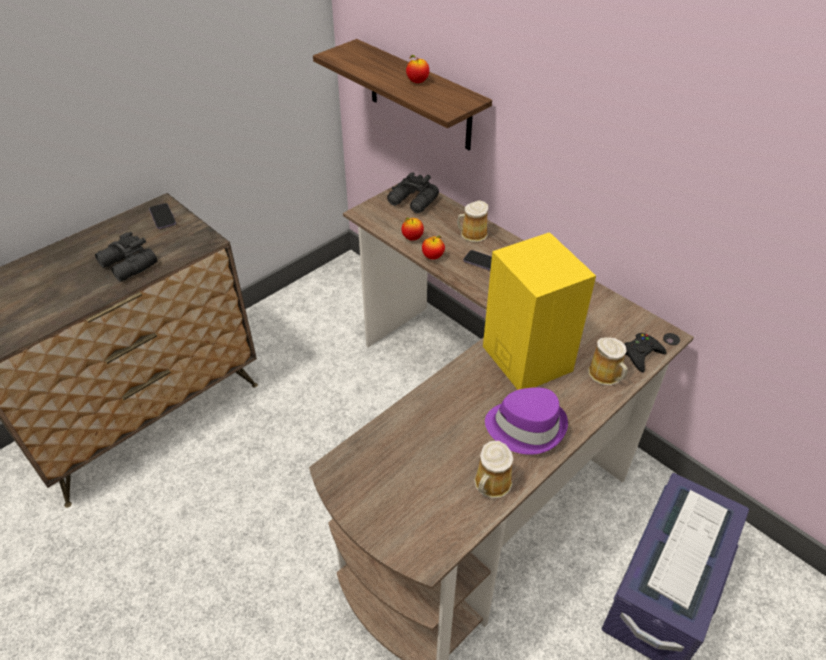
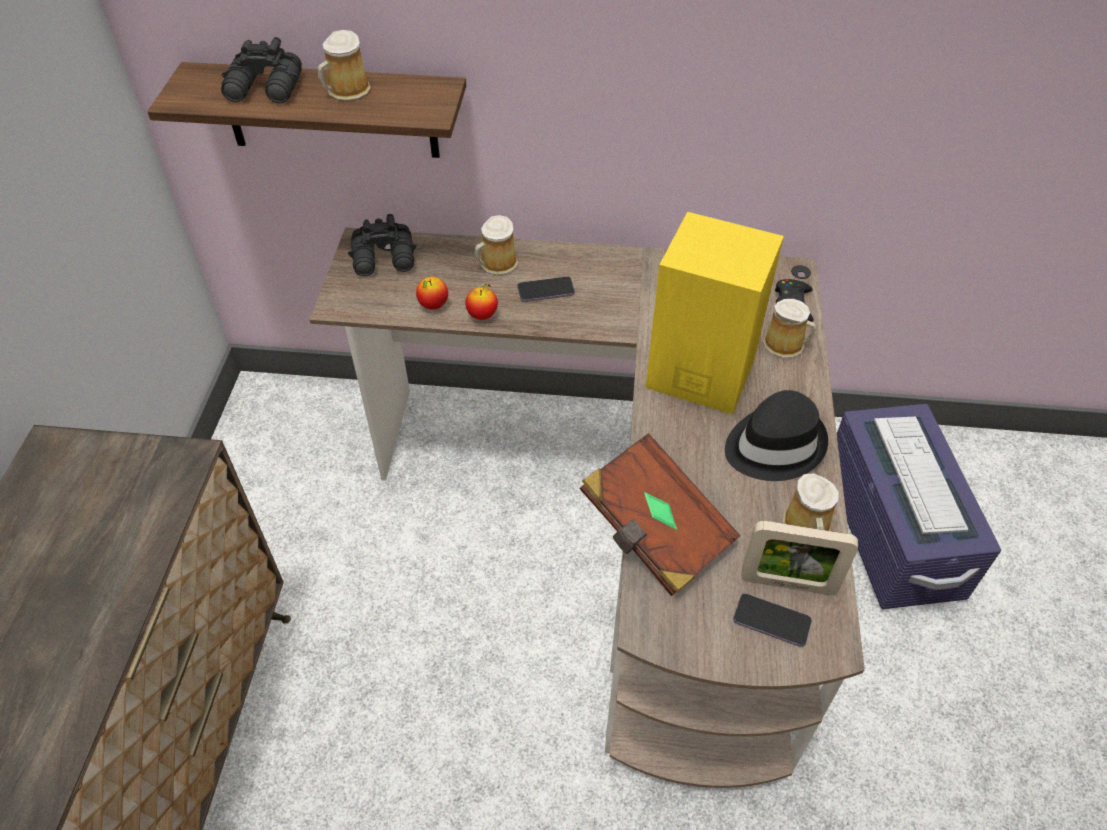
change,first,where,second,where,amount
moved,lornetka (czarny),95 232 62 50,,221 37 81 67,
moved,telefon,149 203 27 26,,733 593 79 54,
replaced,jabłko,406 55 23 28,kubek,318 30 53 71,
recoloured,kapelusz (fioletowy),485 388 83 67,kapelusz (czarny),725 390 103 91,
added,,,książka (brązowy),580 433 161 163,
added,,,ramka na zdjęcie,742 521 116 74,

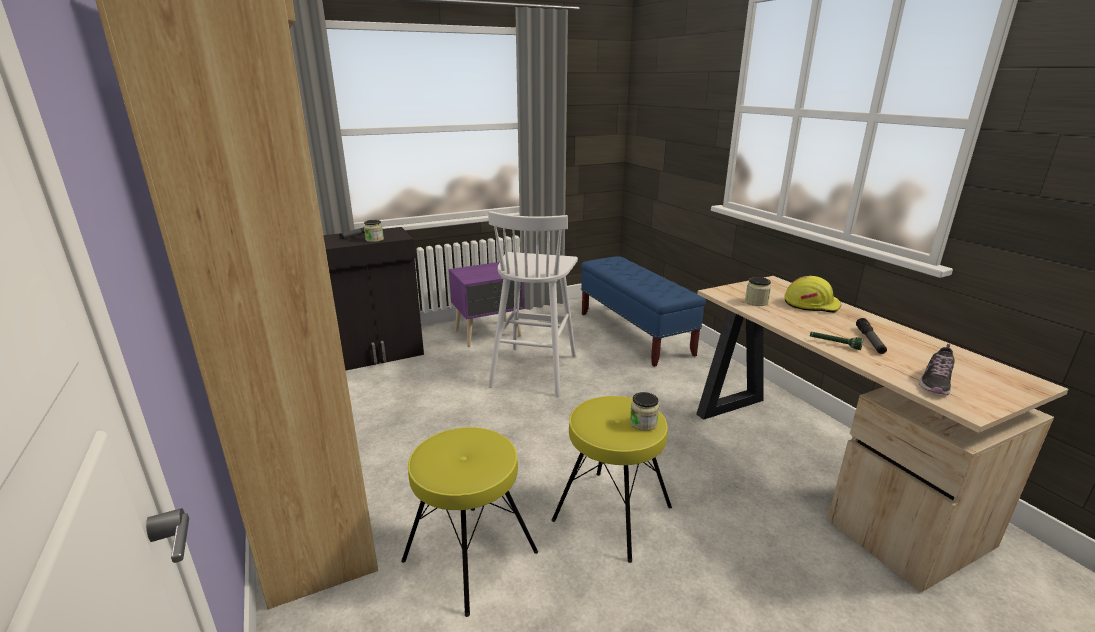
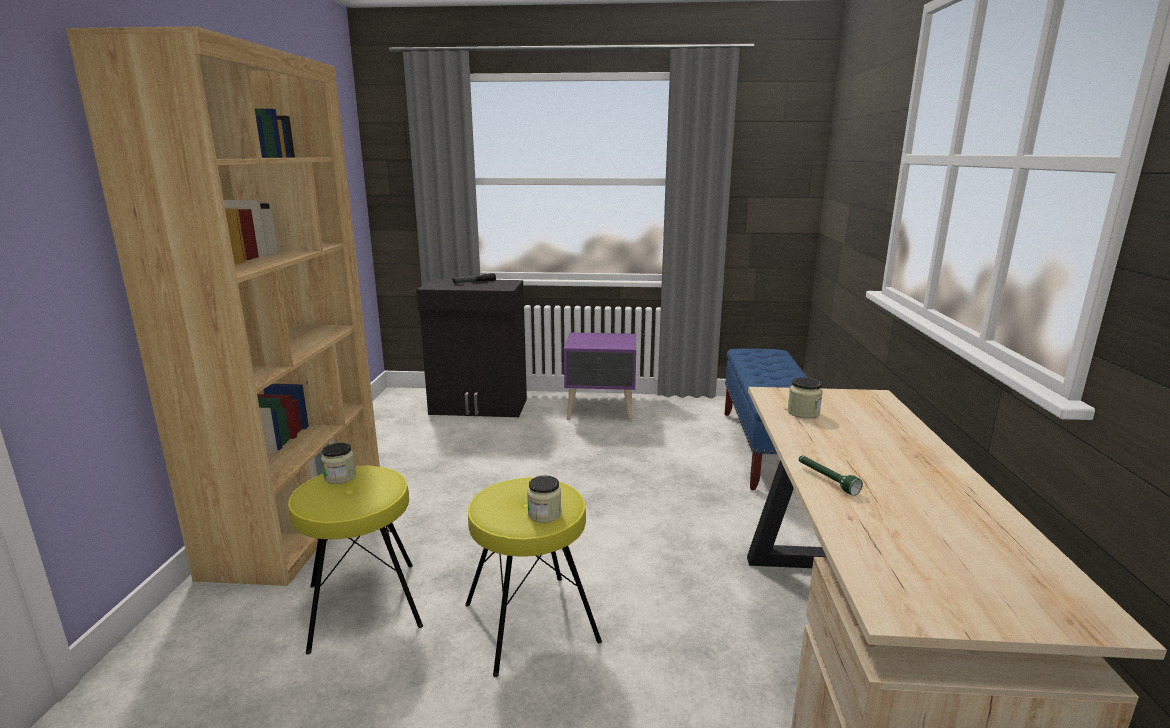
change,first,where,second,where,amount
moved,słoik,364 220 20 22,,321 443 35 41,
removed,stołek (biały),488 211 90 185,,,
removed,kask (żółty),785 276 56 37,,,
removed,latarka,856 318 31 36,,,
removed,but,919 344 36 51,,,

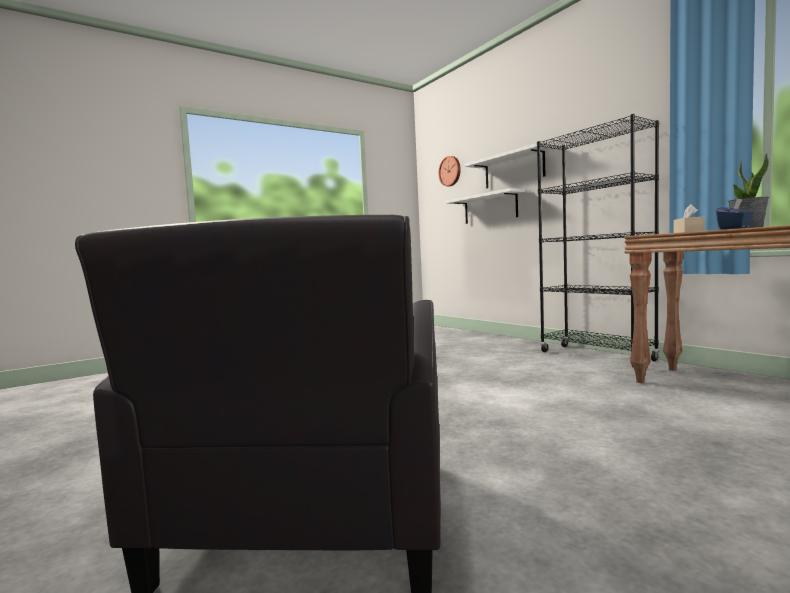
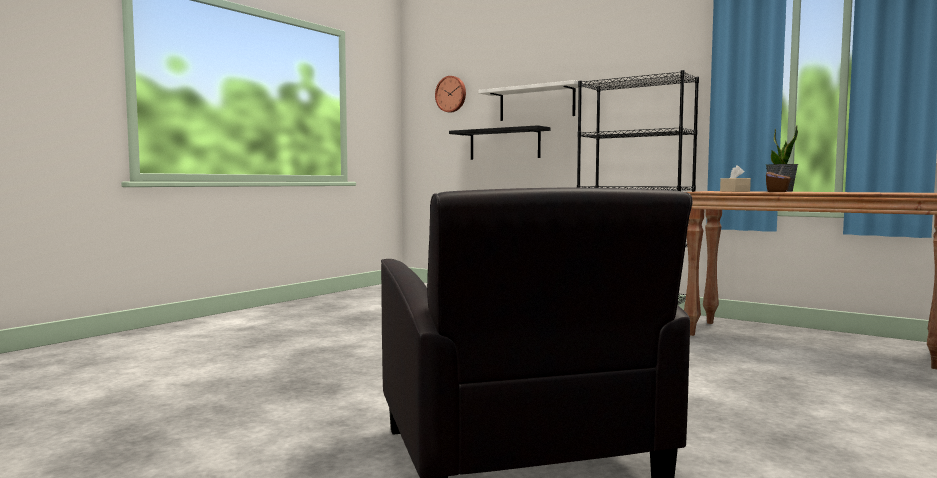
change,first,where,second,where,amount
recoloured,półka (biały),445 188 80 36,półka (czarny),449 125 102 35,
recoloured,pudełko chusteczek (niebieski),716 198 37 32,pudełko chusteczek (brązowy),766 166 25 26,

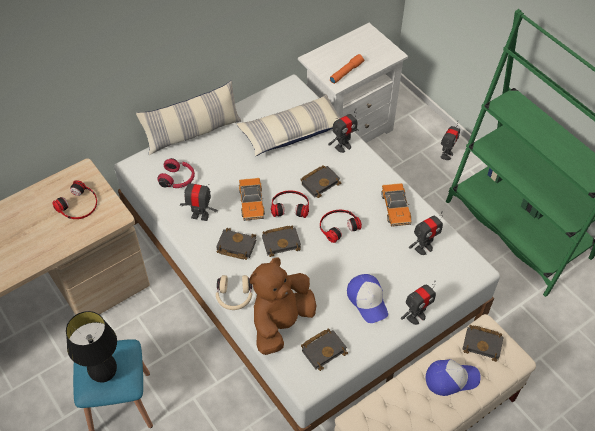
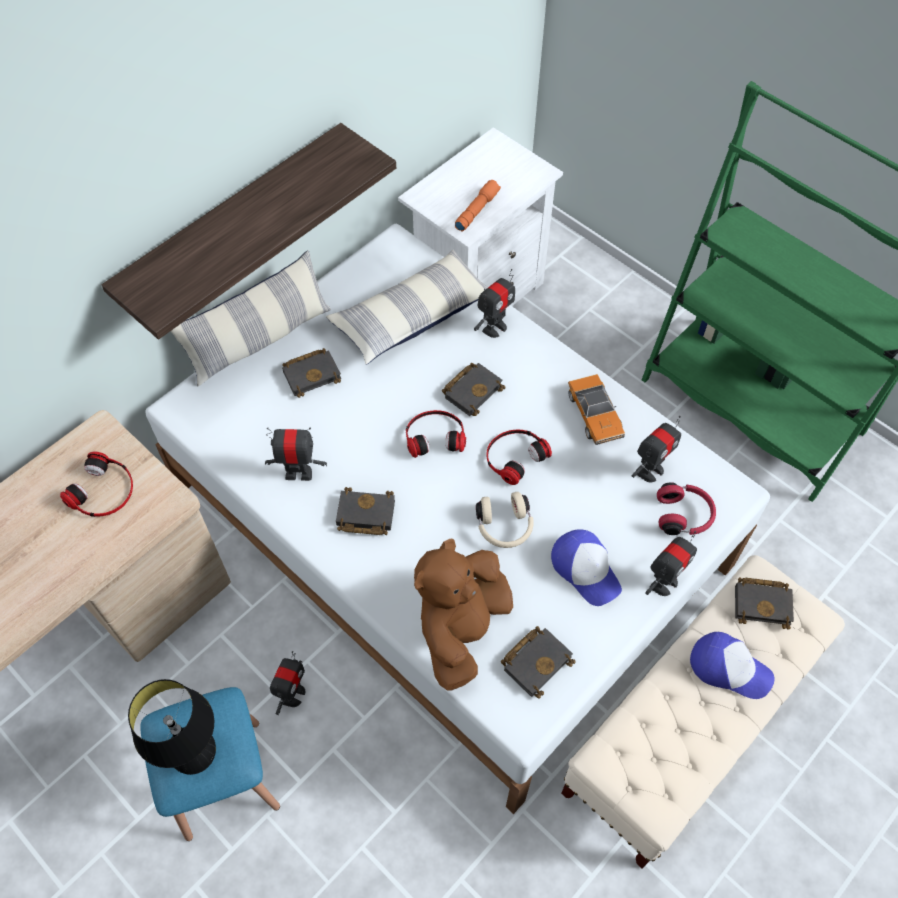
change,first,where,second,where,amount
moved,słuchawki (czerwony),157 158 38 30,,657 482 59 53,
moved,słuchawki (beżowy),216 275 36 35,,476 492 58 56,
removed,samochodzik,239 178 26 43,,,
moved,książka (czarny),262 225 39 32,,282 348 59 50,
turned,czapka z daszkiem,426 359 55 37,,690 632 85 67,45 degrees clockwise
moved,robot zabawkowy,441 120 19 40,,270 651 35 64,
added,,,półka,101 123 295 217,

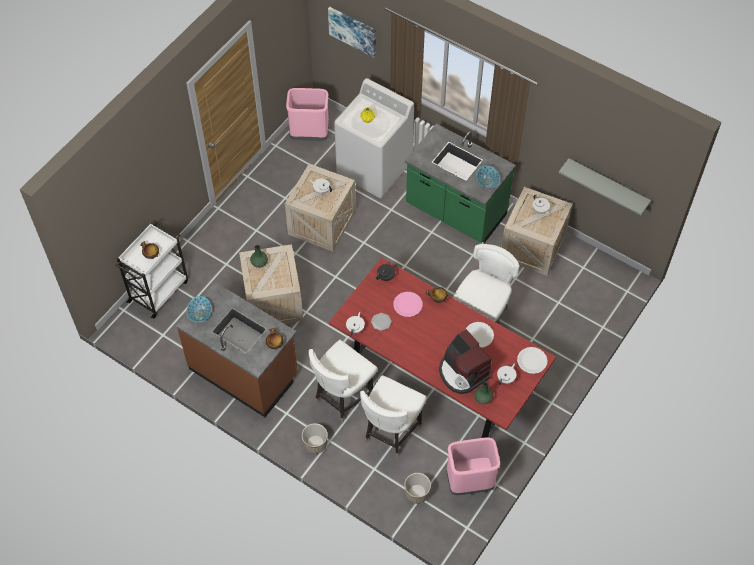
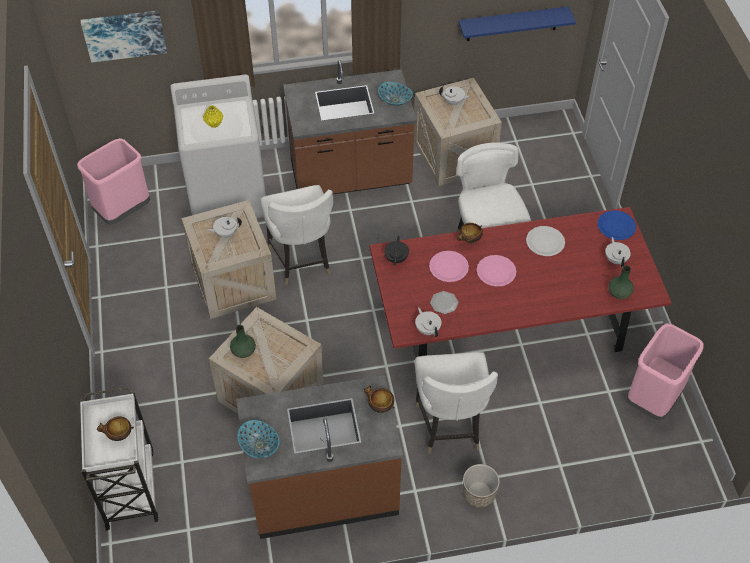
change,first,where,second,where,amount
moved,krzesło (biały),360 375 67 82,,260 185 73 100,
removed,donica,404 473 27 31,,,
recoloured,zabudowa kuchenna (zielony),405 124 111 119,zabudowa kuchenna (brązowy),283 60 134 134,
removed,ekspres do kawy,439 329 53 65,,,
recoloured,talerz (biały),517 347 30 27,talerz (niebieski),597 210 39 30,
recoloured,półka (szary),559 158 92 57,półka (niebieski),458 6 118 35,
added,,,talerz (różowy),477 255 39 32,

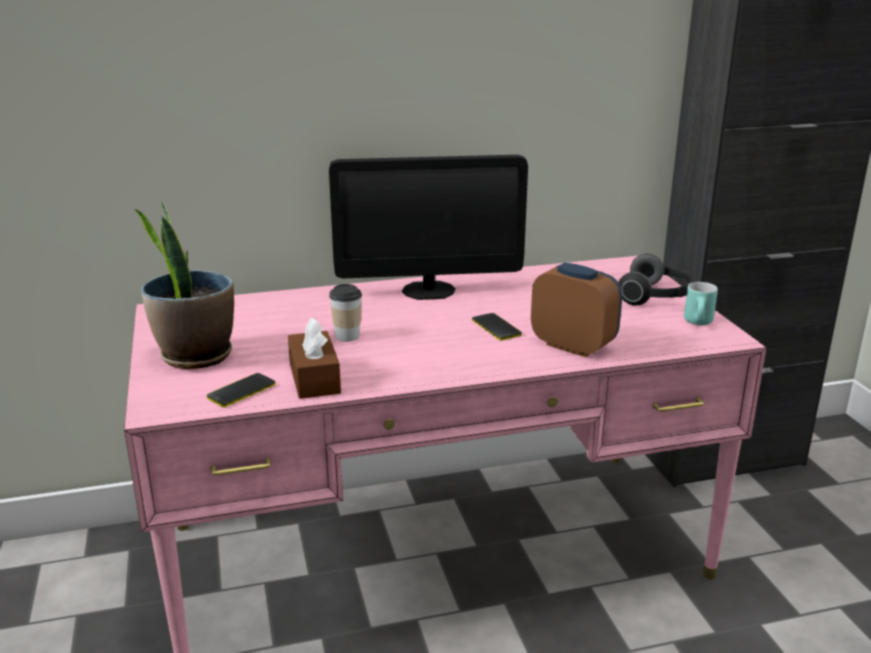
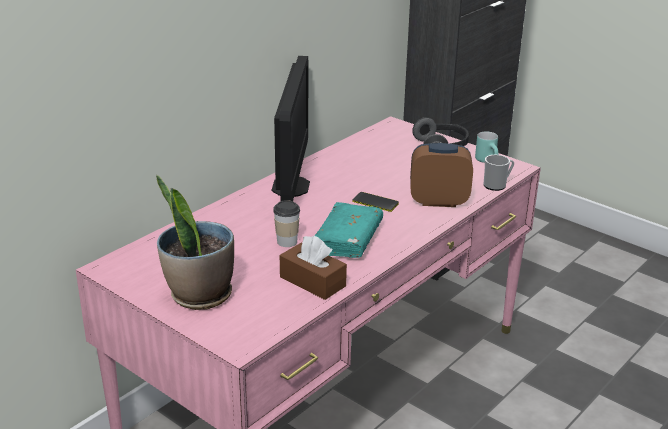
change,first,where,second,where,amount
removed,telefon,207 373 69 35,,,
turned,monitor,329 155 199 145,,272 56 38 145,45 degrees counterclockwise
added,,,książka (turkusowy),314 202 69 56,
added,,,kubek,483 155 31 36,

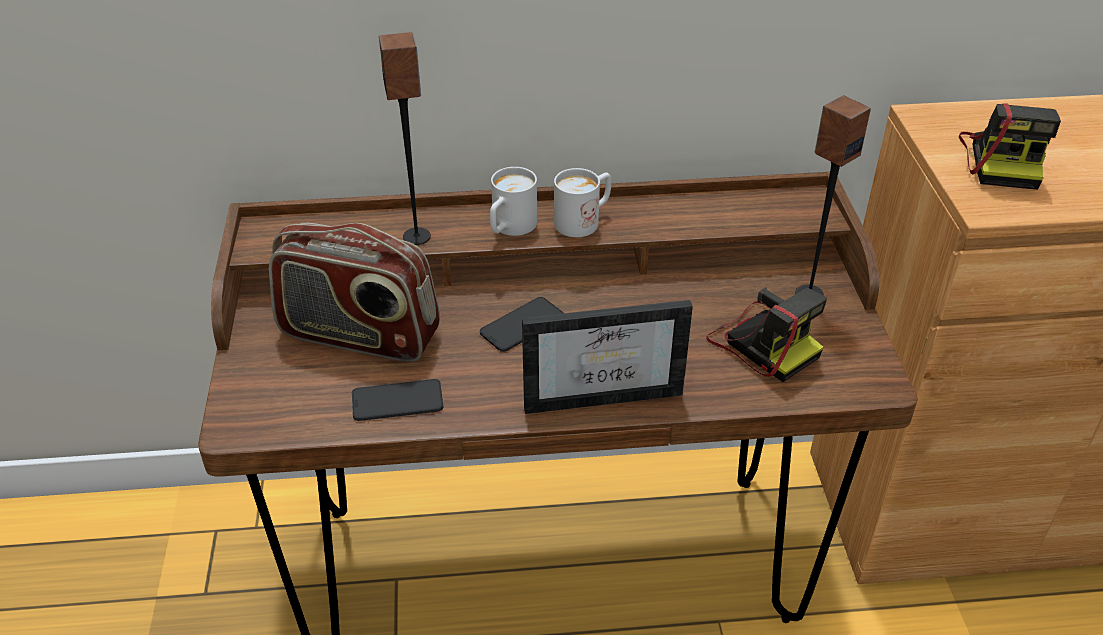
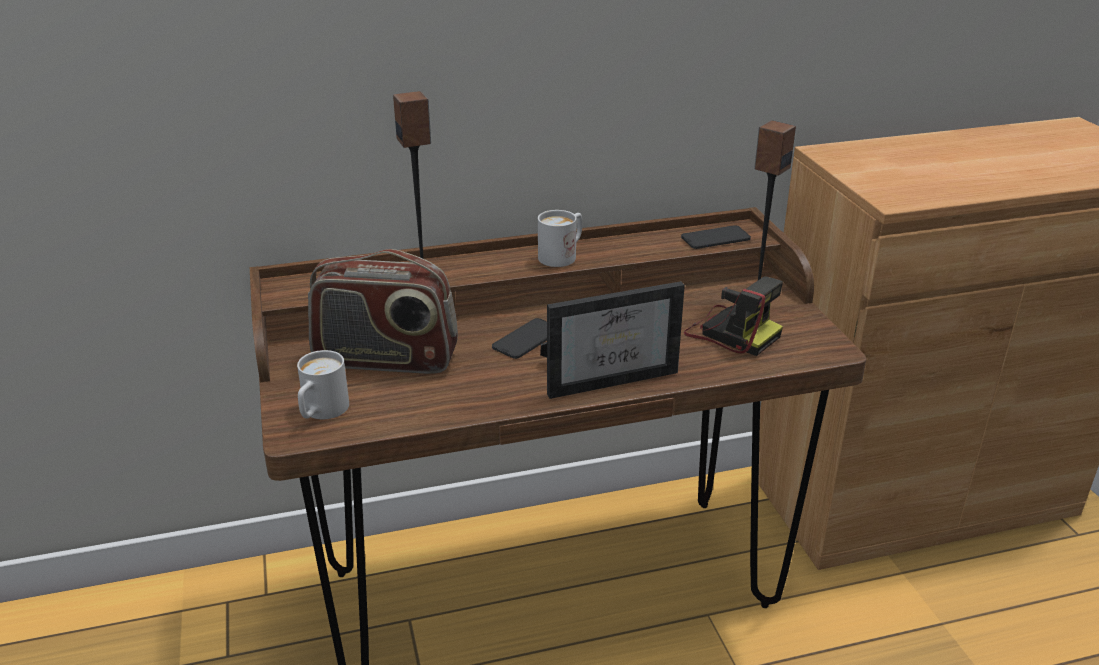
change,first,where,second,where,amount
moved,telefon,352 379 91 42,,681 225 70 24,
moved,kubek (biały),490 167 47 69,,297 350 52 69,
removed,aparat fotograficzny,959 103 102 87,,,

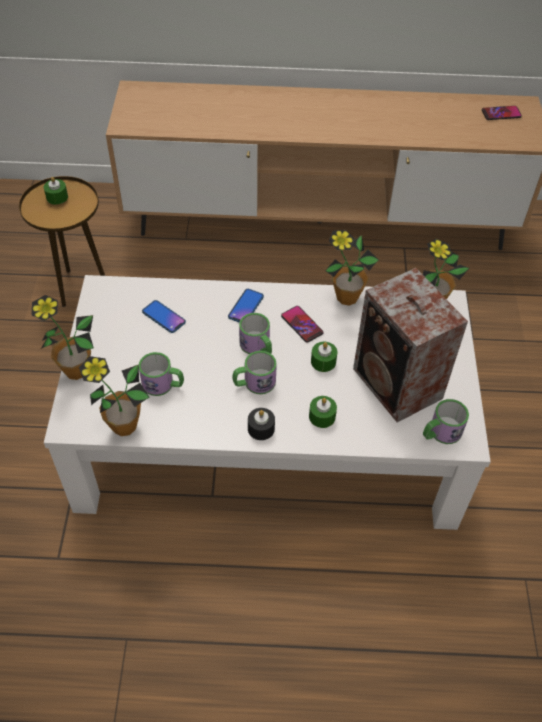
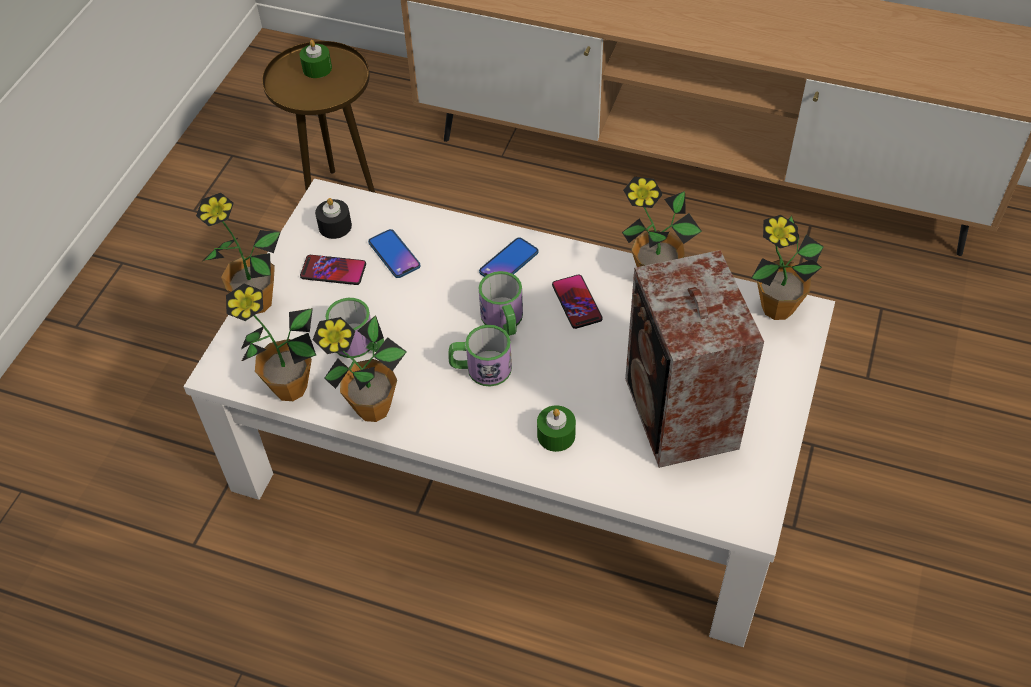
change,first,where,second,where,amount
moved,świeca (czarny),248 408 27 32,,315 198 37 41,
removed,świeca (zielony),311 342 26 30,,,
removed,kubek,423 399 46 45,,,
moved,telefon,482 106 40 14,,300 255 66 30,
added,,,roślina doniczkowa,313 315 94 107,

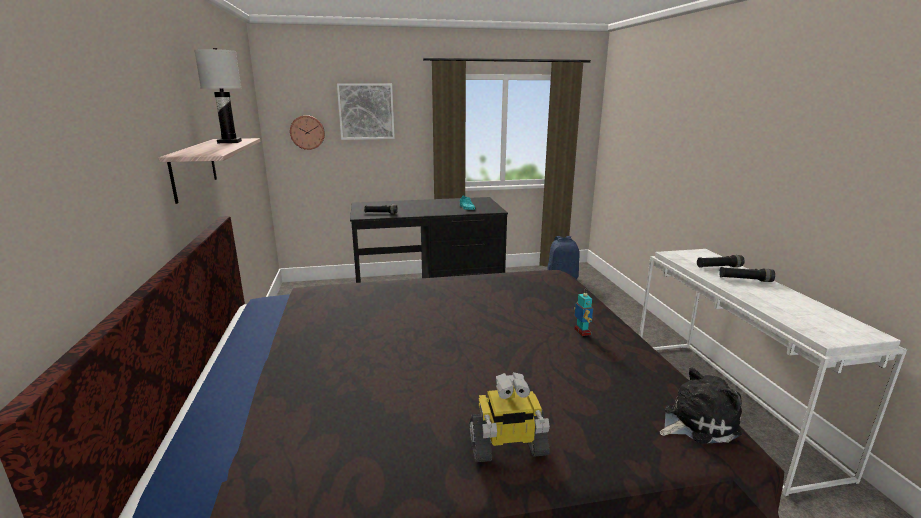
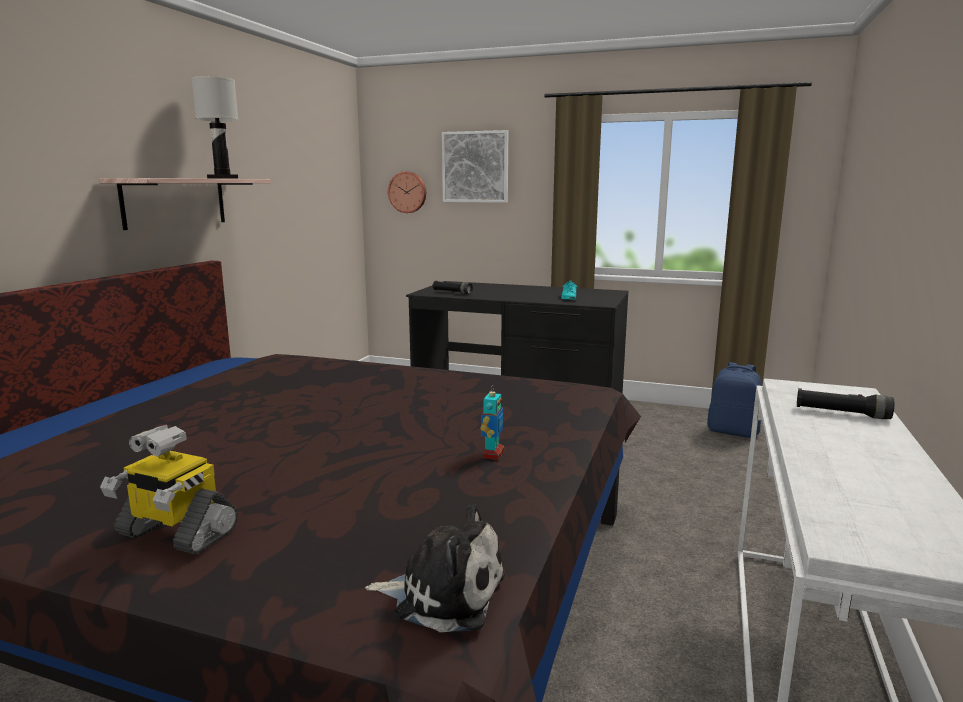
change,first,where,second,where,amount
removed,latarka (czarny),719 267 56 15,,,

